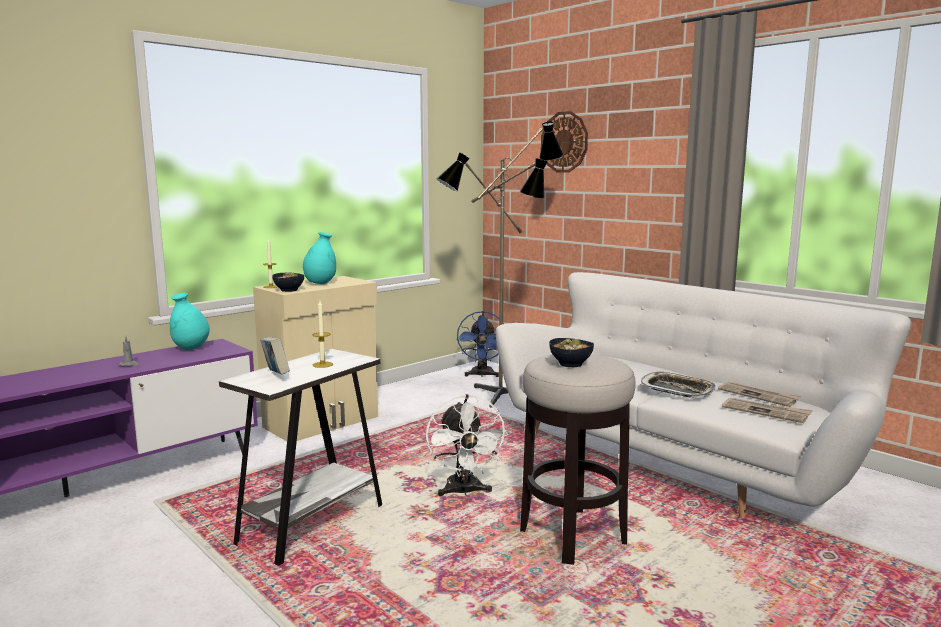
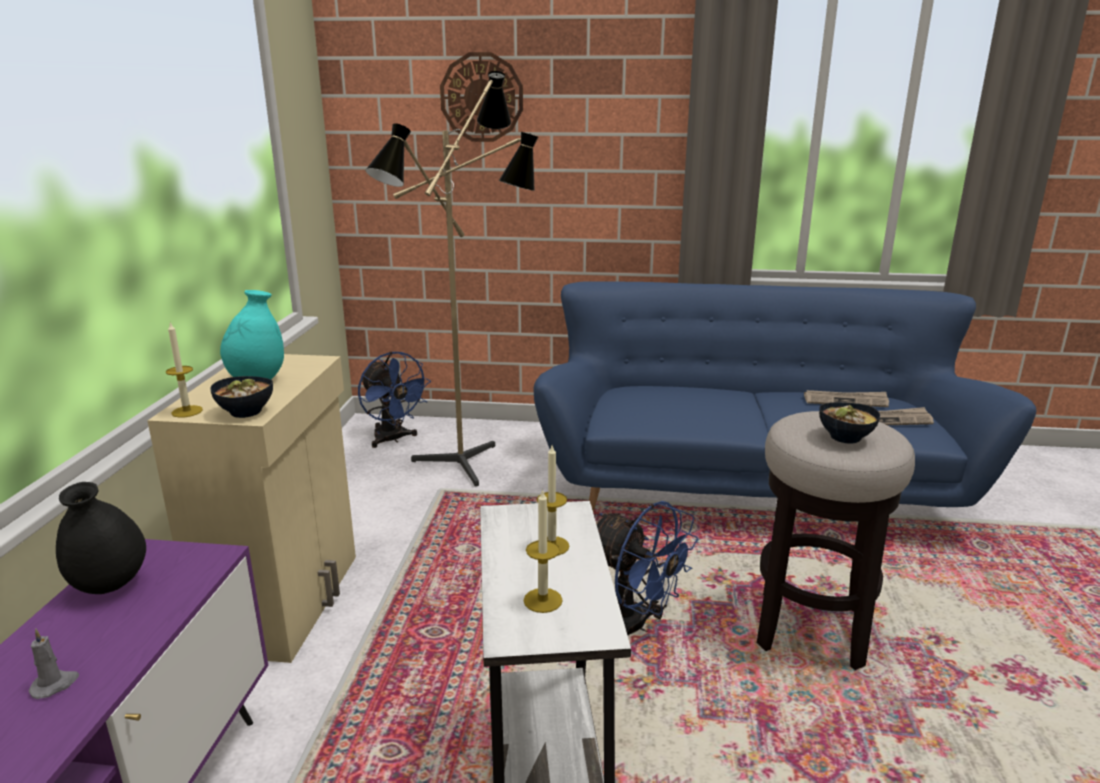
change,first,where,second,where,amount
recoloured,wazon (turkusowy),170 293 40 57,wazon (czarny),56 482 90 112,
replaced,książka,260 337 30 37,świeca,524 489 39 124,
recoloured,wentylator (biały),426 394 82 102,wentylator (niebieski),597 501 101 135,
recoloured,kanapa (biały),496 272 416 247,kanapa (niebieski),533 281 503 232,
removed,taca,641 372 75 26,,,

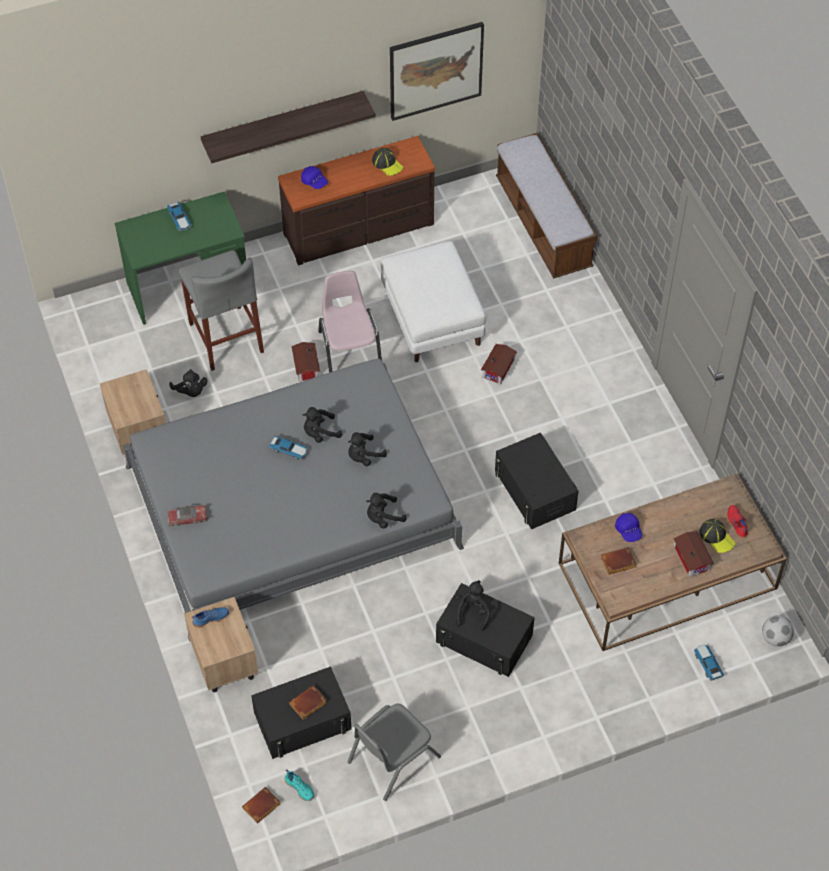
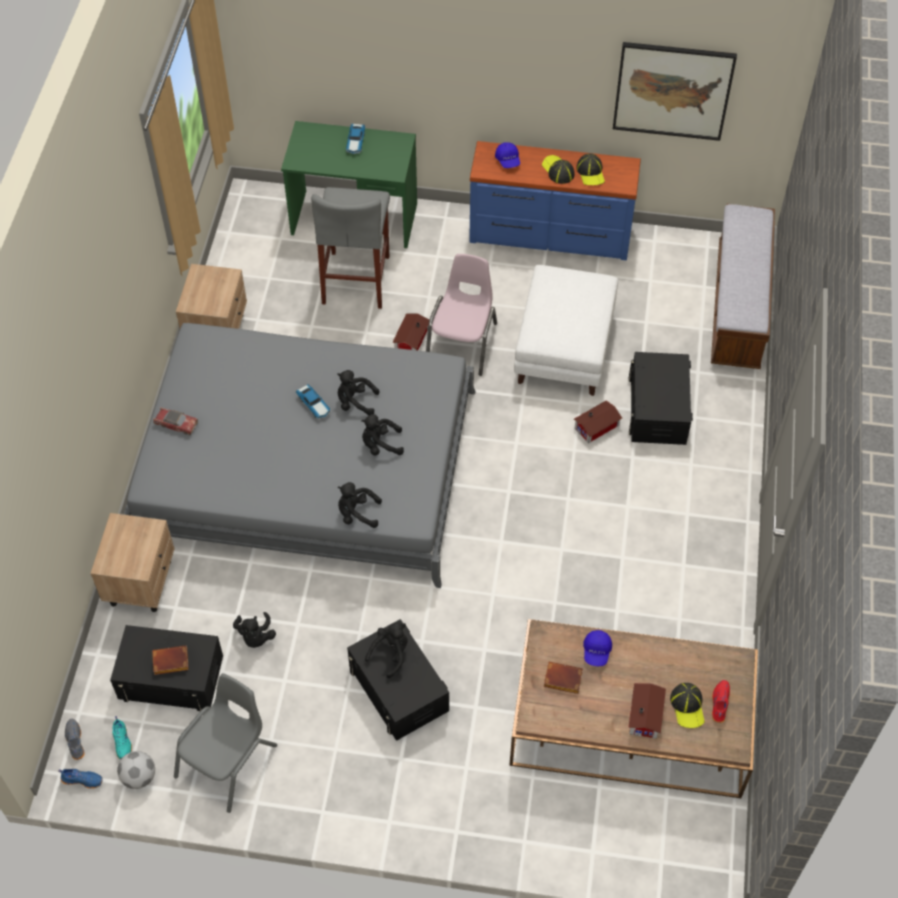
change,first,where,second,where,amount
moved,pluszak (czarny),169 369 39 28,,233 612 43 36,
moved,but (niebieski),192 607 37 21,,58 769 45 20,
removed,półka,201 91 174 72,,,
replaced,książka (brązowy),242 787 38 37,but (szary),65 719 20 41,
recoloured,komoda (brązowy),278 136 157 129,komoda (niebieski),469 141 172 119,
turned,krzesło (szary),347 703 94 98,,174 673 103 140,135 degrees clockwise
moved,pojemnik do przechowywania (czarny),495 433 83 96,,628 352 65 93,
removed,samochodzik,694 645 30 36,,,
moved,piłka futbolowa,762 615 32 32,,117 751 38 38,
added,,,czapka z daszkiem,542 155 32 29,

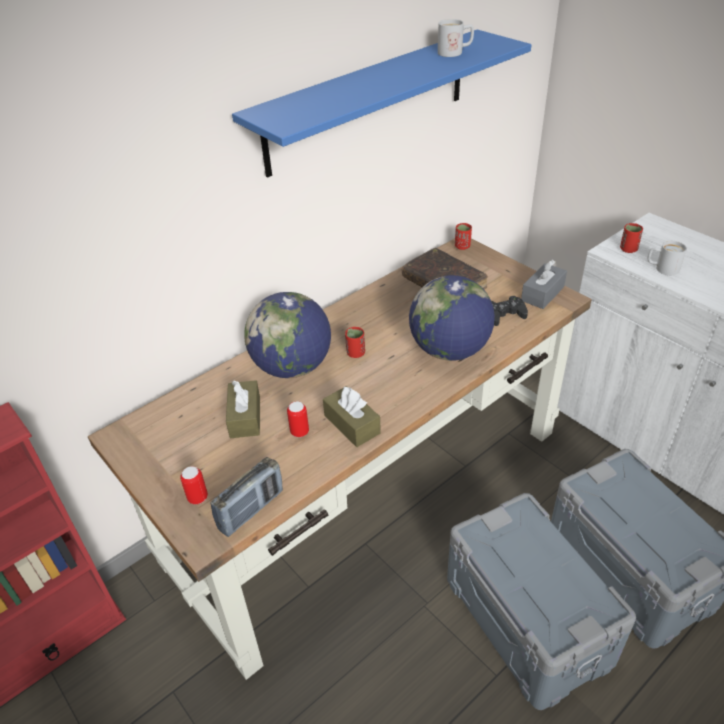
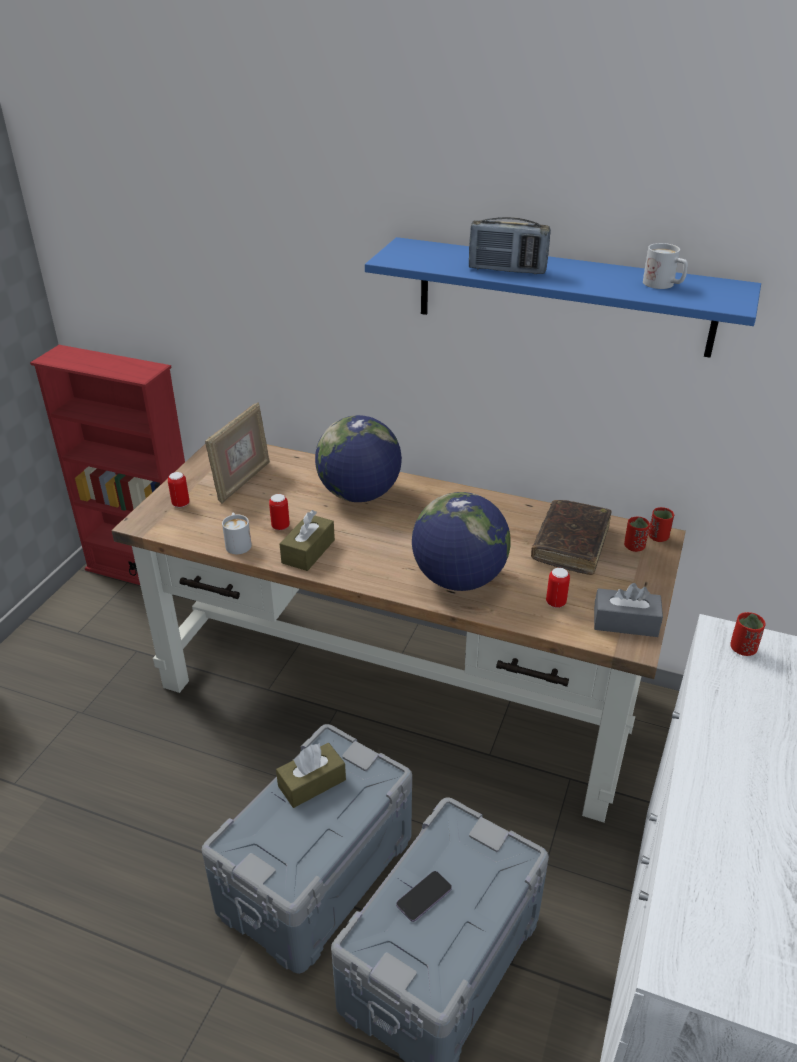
change,first,where,second,where,amount
moved,radio,210 457 73 80,,469 217 82 57,
moved,pudełko chusteczek (brązowy),226 380 34 58,,276 743 70 65,
moved,filiżanka (czerwony),345 327 20 31,,624 517 26 35,
replaced,pad do gier (czarny),491 296 37 30,puszka,546 568 24 40,
moved,kubek (biały),648 241 39 34,,222 513 30 41,
added,,,ramka na zdjęcie,205 402 65 102,
added,,,telefon,396 871 56 51,

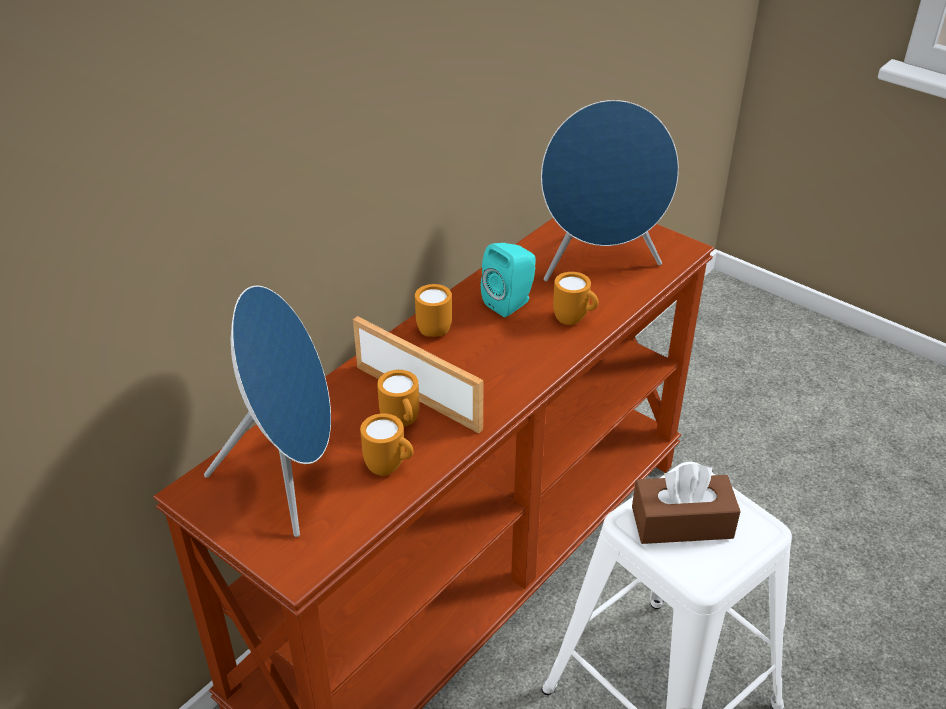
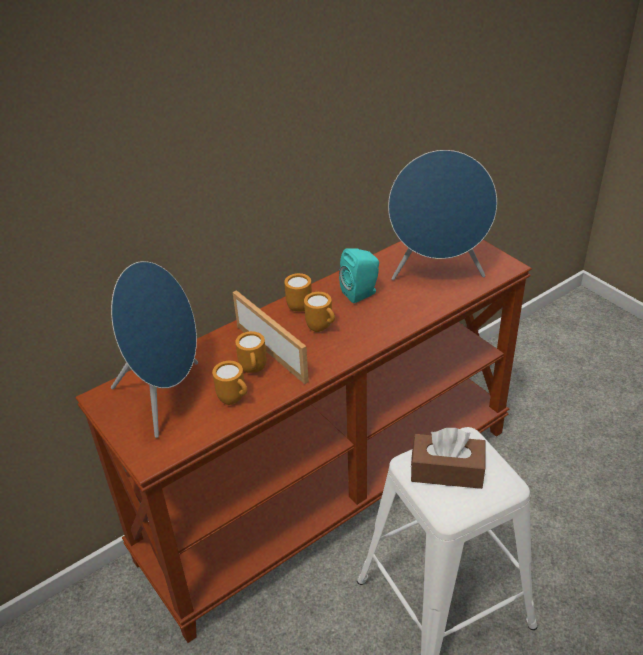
change,first,where,second,where,amount
moved,kubek (pomarańczowy),553 272 46 53,,304 292 31 40,

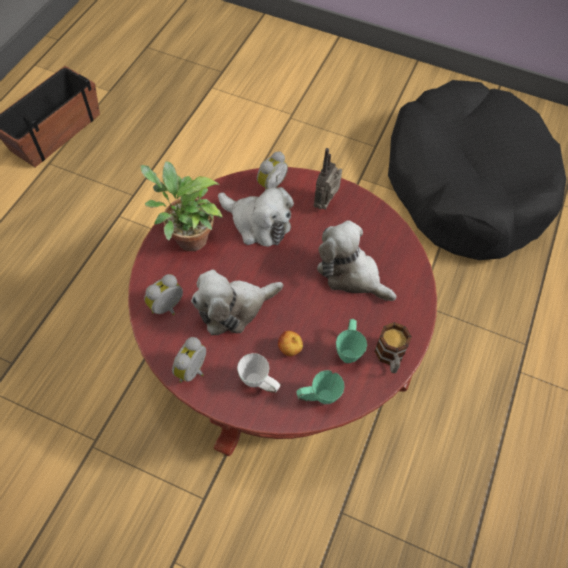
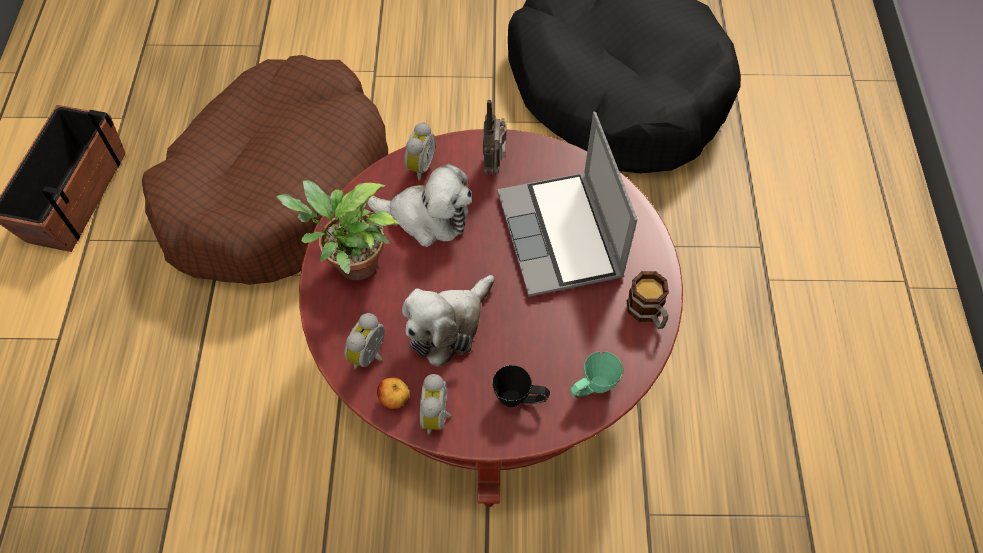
change,first,where,second,where,amount
recoloured,kubek (biały),237 353 43 40,kubek (czarny),492 365 58 42,
moved,jabłko,278 331 25 25,,377 377 32 32,
replaced,pluszak,317 220 79 81,laptop,497 112 141 185,
removed,kubek (zielony),336 319 31 44,,,
added,,,legowisko (brązowy),142 55 246 230,

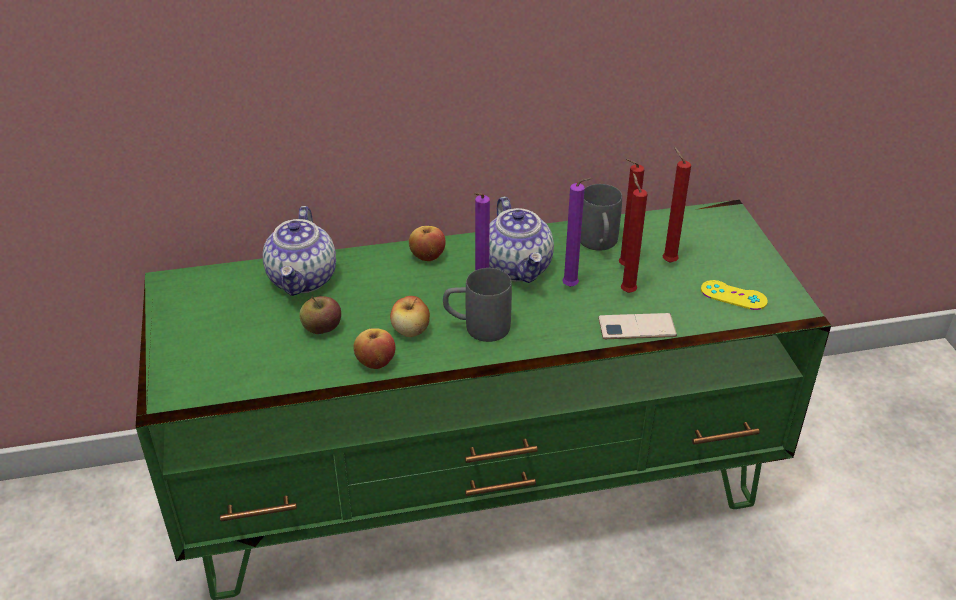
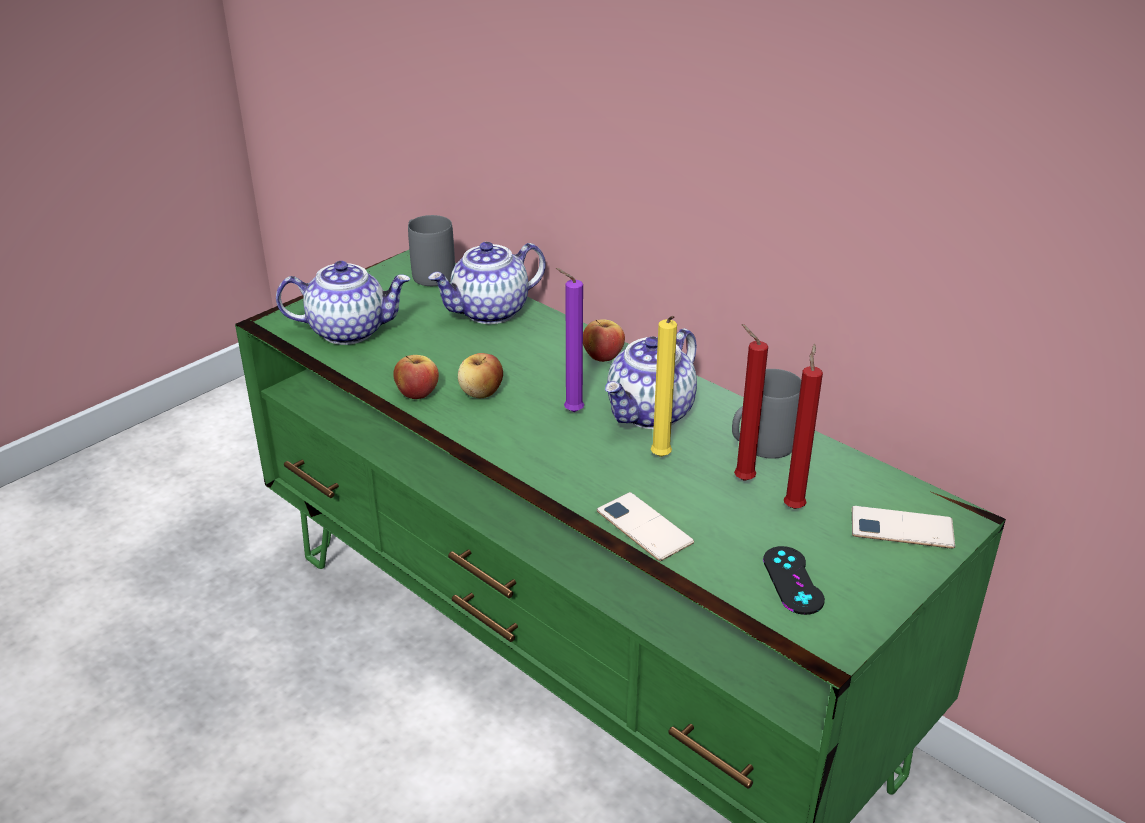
change,first,where,second,where,amount
removed,jabłko,299 296 42 38,,,
moved,kubek (szary),443 268 69 74,,408 215 47 71,
recoloured,świeca (fioletowy),562 178 31 109,świeca (żółty),651 316 26 141,
removed,świeca (czerwony),621 173 26 120,,,
recoloured,pad do gier (żółty),701 280 67 30,pad do gier (czarny),763 546 62 69,
added,,,imbryk,276 261 134 84,
added,,,telefon,852 506 103 43,

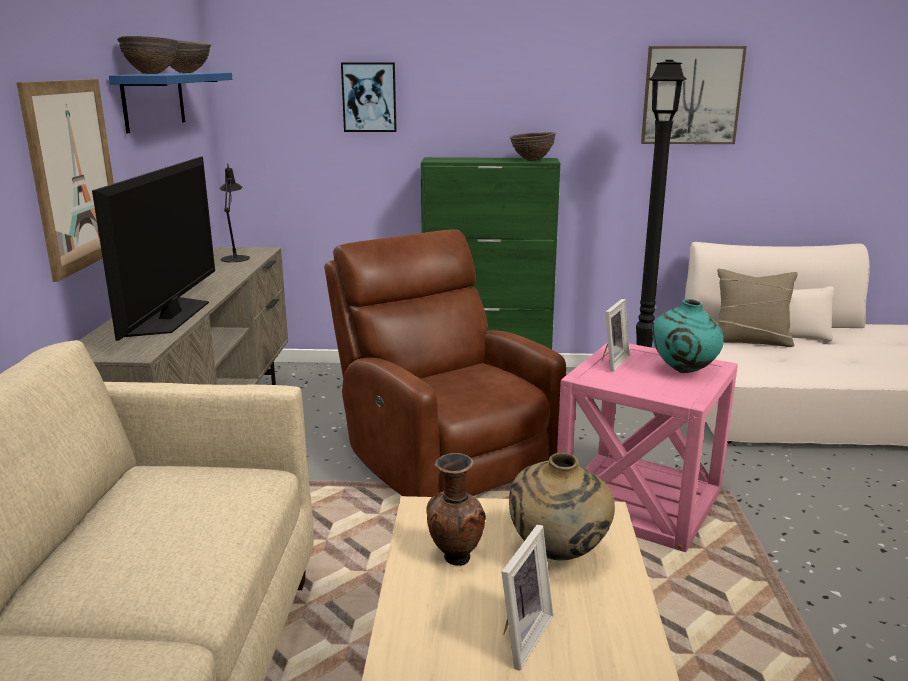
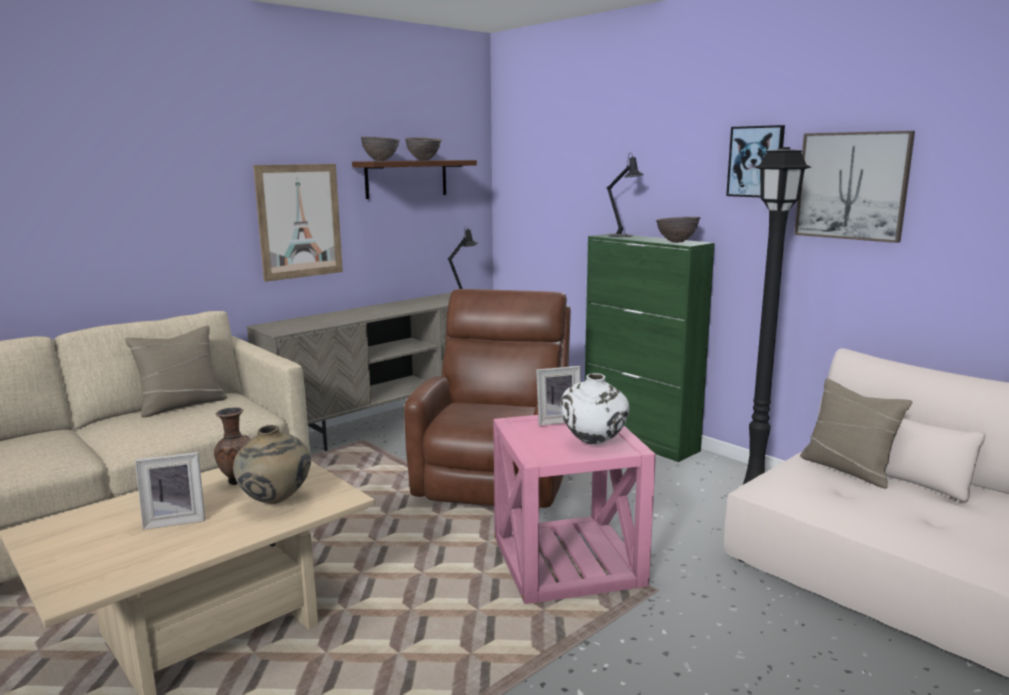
change,first,where,second,where,amount
removed,telewizor,92 157 123 184,,,
recoloured,półka (niebieski),109 73 123 60,półka (brązowy),352 160 125 39,
moved,obraz,341 62 56 70,,726 125 59 72,
recoloured,wazon (turkusowy),652 299 72 74,wazon (biały),561 373 68 72,
added,,,poduszka (beżowy),125 326 102 91,
added,,,lampa stołowa (czarny),607 152 37 85,

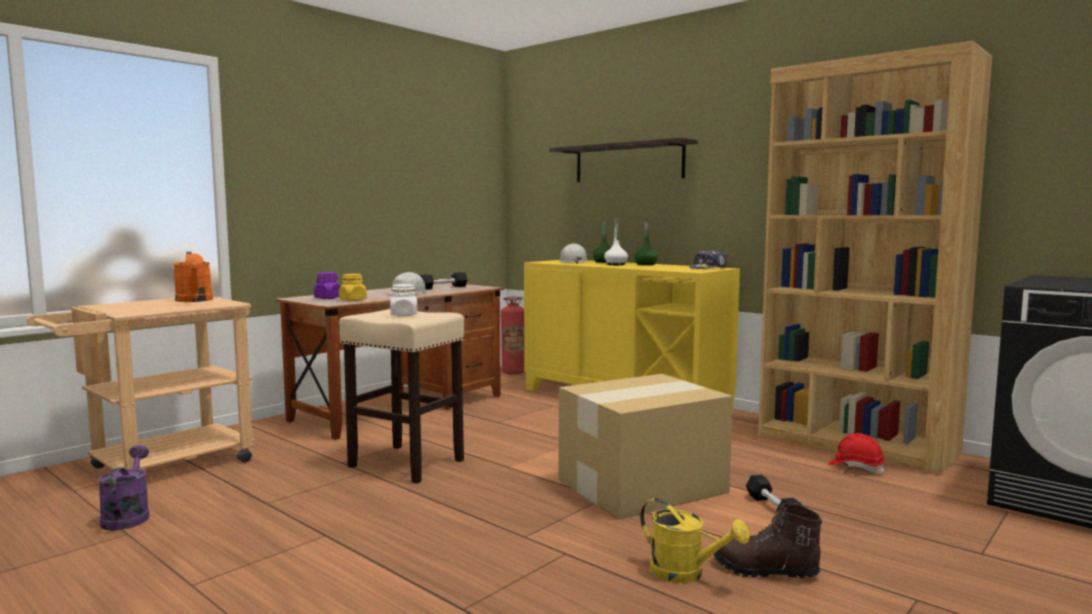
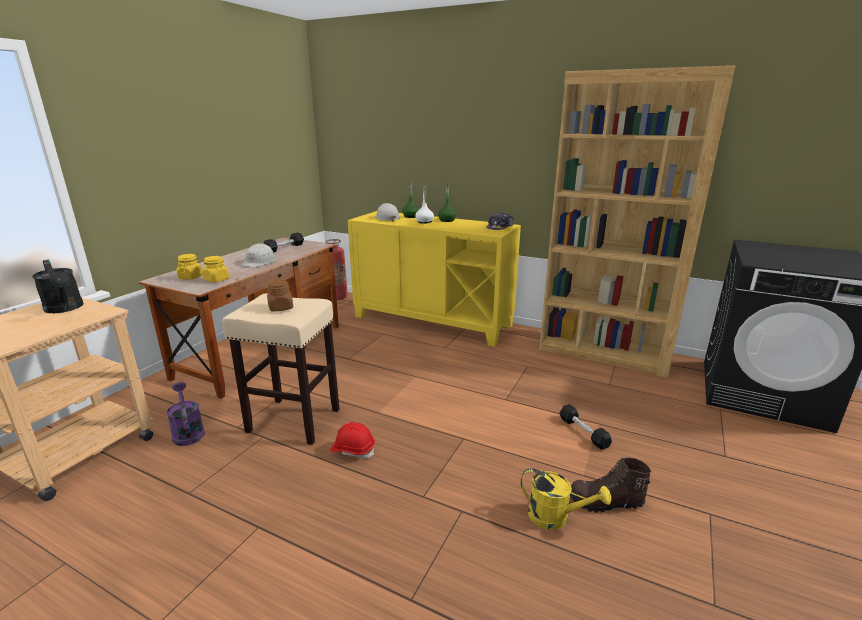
change,first,where,second,where,amount
moved,konewka (fioletowy),98 445 52 86,,166 382 39 64,
recoloured,konewka (pomarańczowy),173 252 40 50,konewka (czarny),32 260 52 53,
recoloured,słoik (fioletowy),314 272 27 27,słoik (żółty),176 254 27 26,
recoloured,słoik (biały),390 284 27 32,słoik (brązowy),267 280 26 32,
removed,półka,549 138 149 44,,,
removed,karton,559 374 174 146,,,
moved,kask (czerwony),828 433 57 41,,330 422 45 37,

